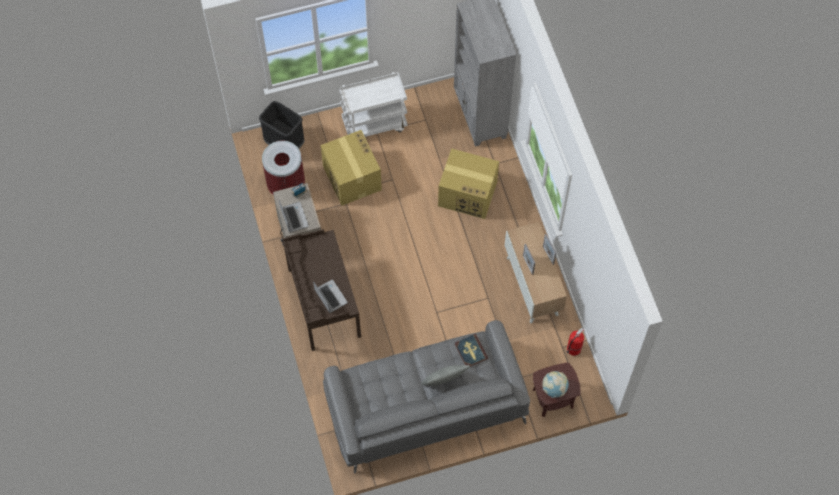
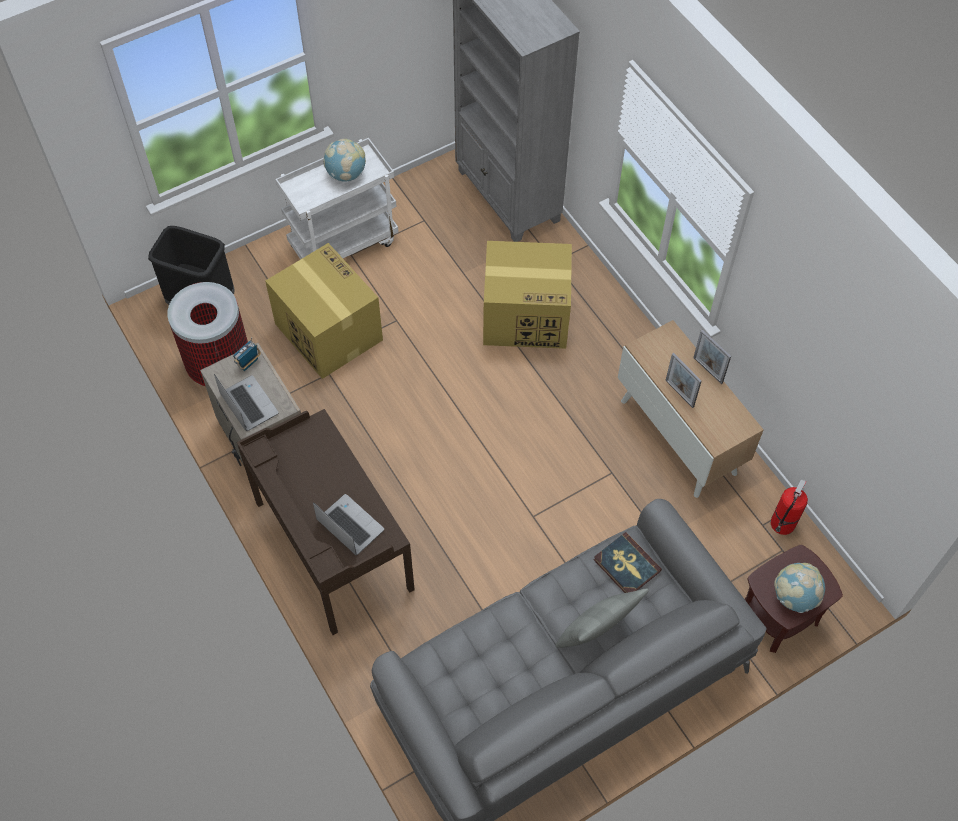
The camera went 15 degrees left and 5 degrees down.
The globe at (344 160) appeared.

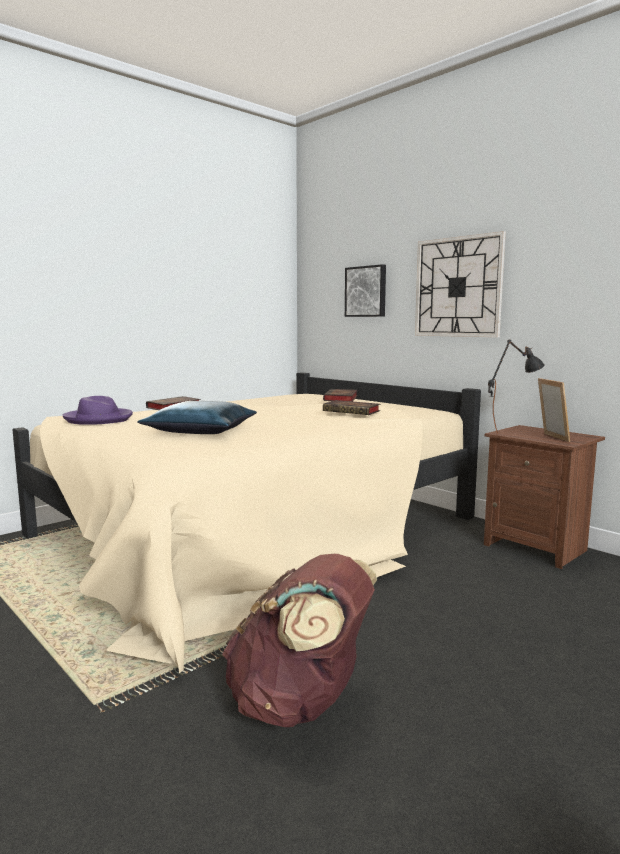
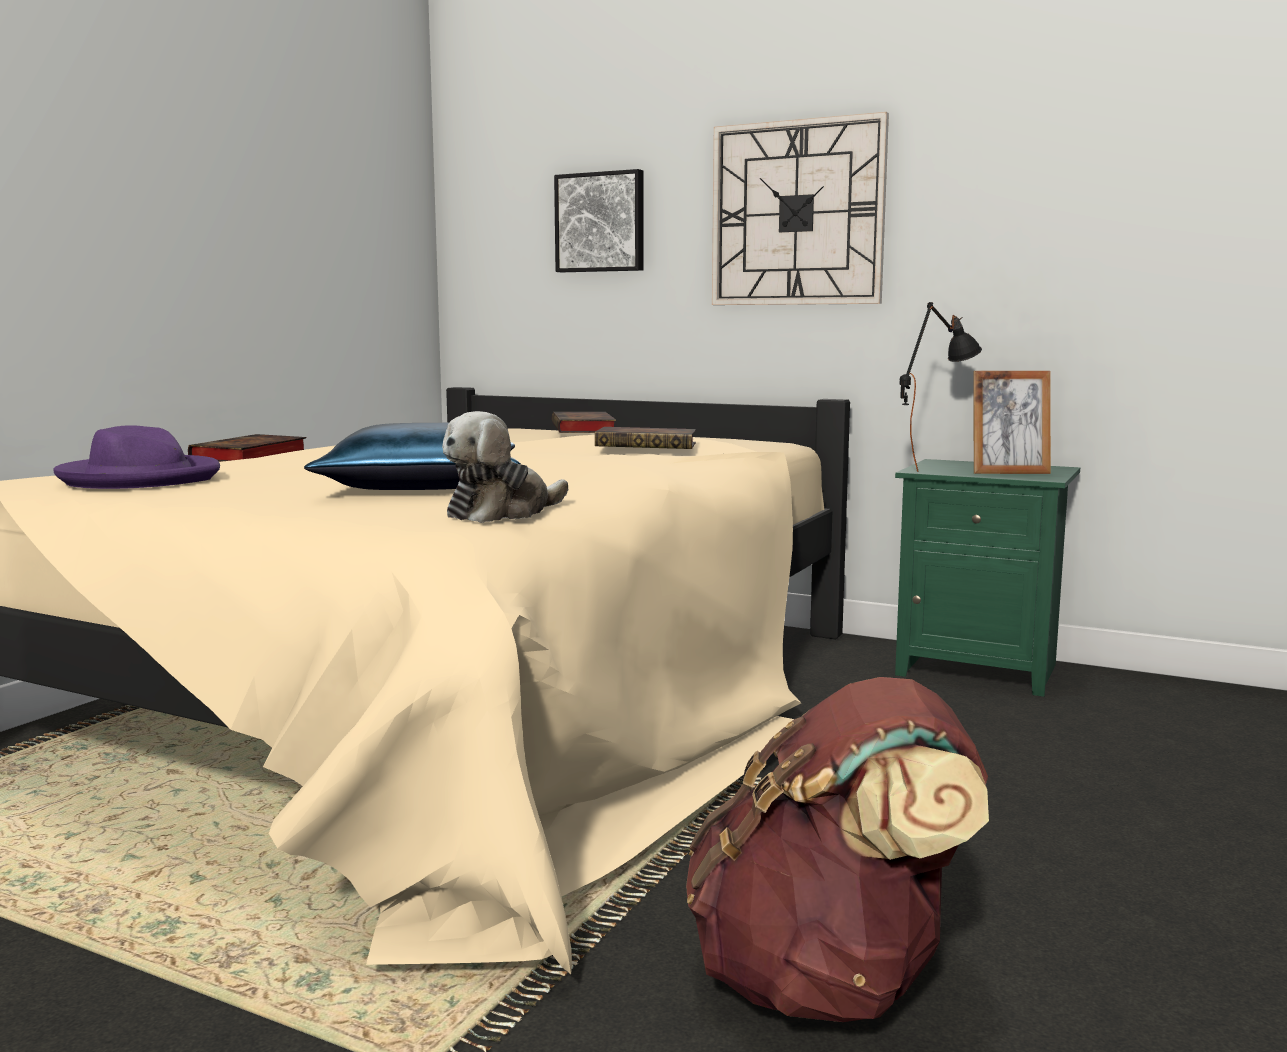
The camera went 20 degrees left and 0 degrees up.
The peluche at (505 467) appeared.
The table de chevet/marron at (544 497) became the table de chevet/vert at (987 578).
The cadre photo at (554 410) turned 120 degrees clockwise.

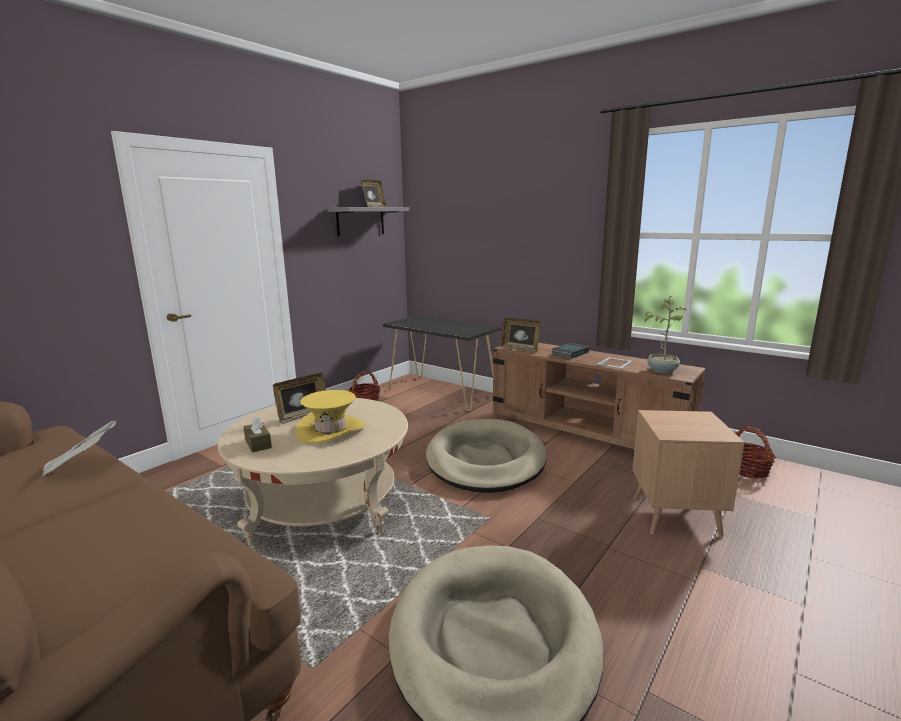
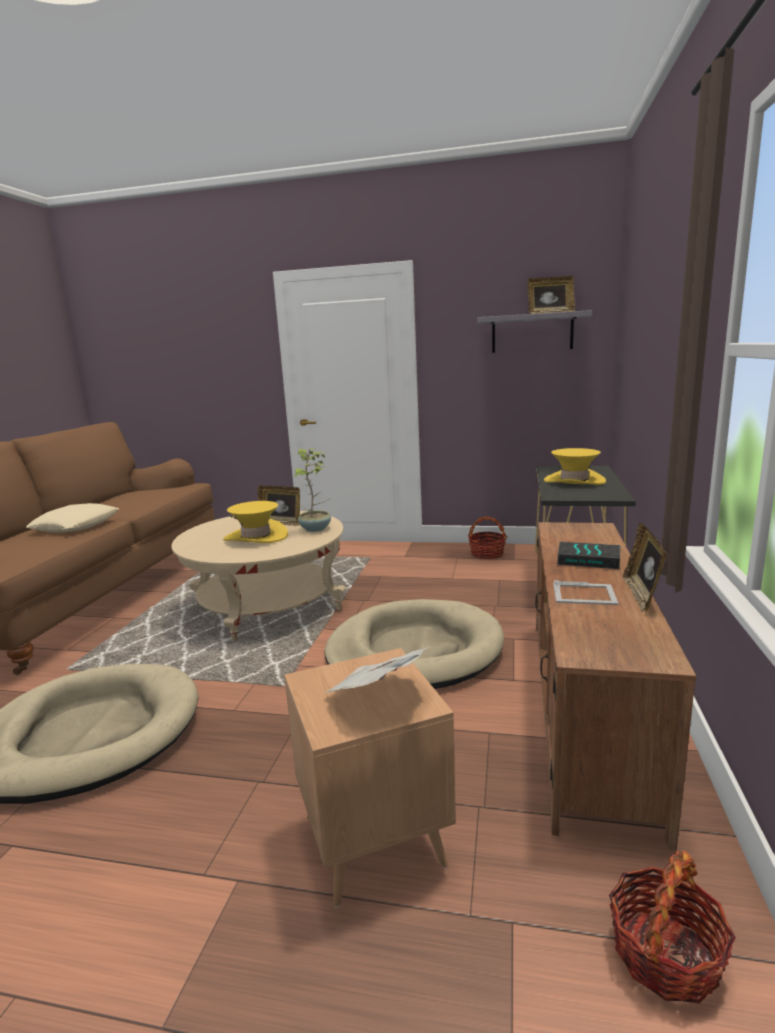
The camera went 65 degrees right and 0 degrees up.
The coussin/beige at (72 518) appeared.
The plante en pot moved from (665 335) to (312 490).
The journal moved from (79 449) to (377 670).
The chapeau/jaune at (575 466) appeared.
The cadre photo moved from (520 334) to (645 567).
The boîte à mouchoirs/marron at (257 434) disappeared.

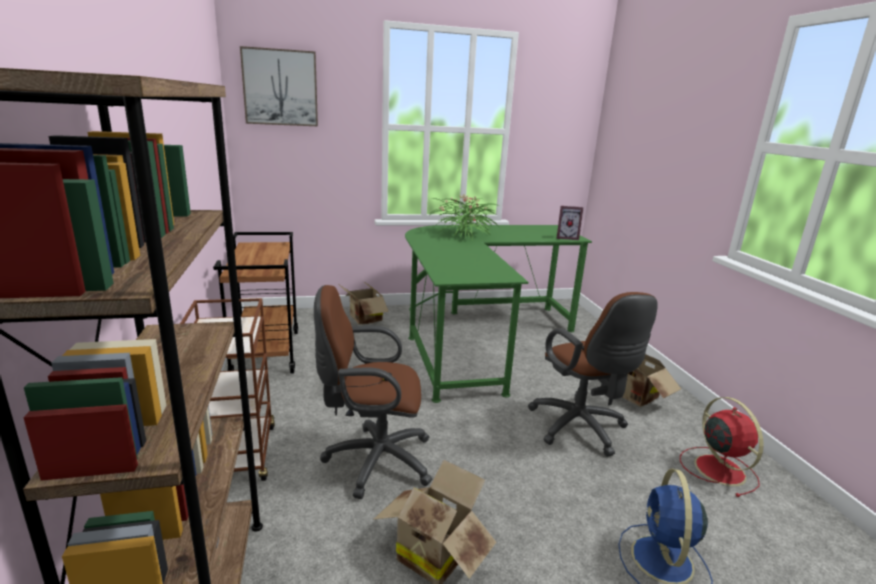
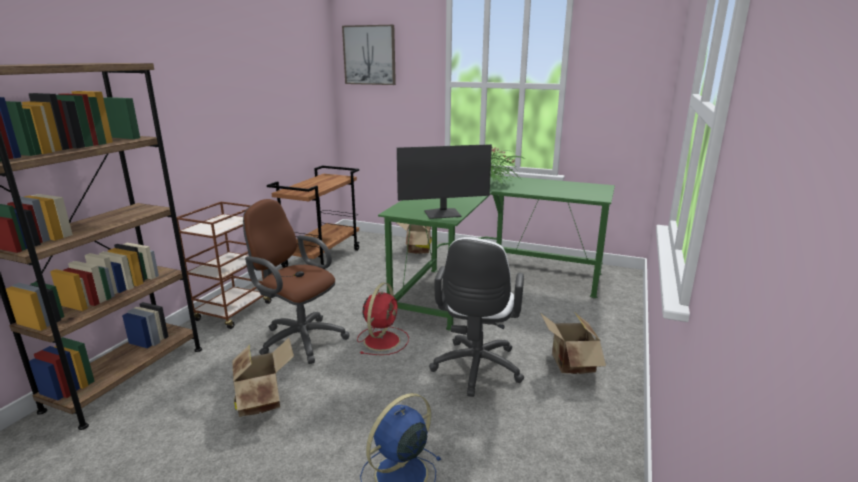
The camera went 35 degrees right and 0 degrees up.
The ventilateur/rouge moved from (722 447) to (383 319).
The écran d'ordinateur at (444 181) appeared.
The chaise de bureau/marron at (593 374) became the chaise de bureau/blanc at (476 317).
The cadre photo at (570 223) disappeared.

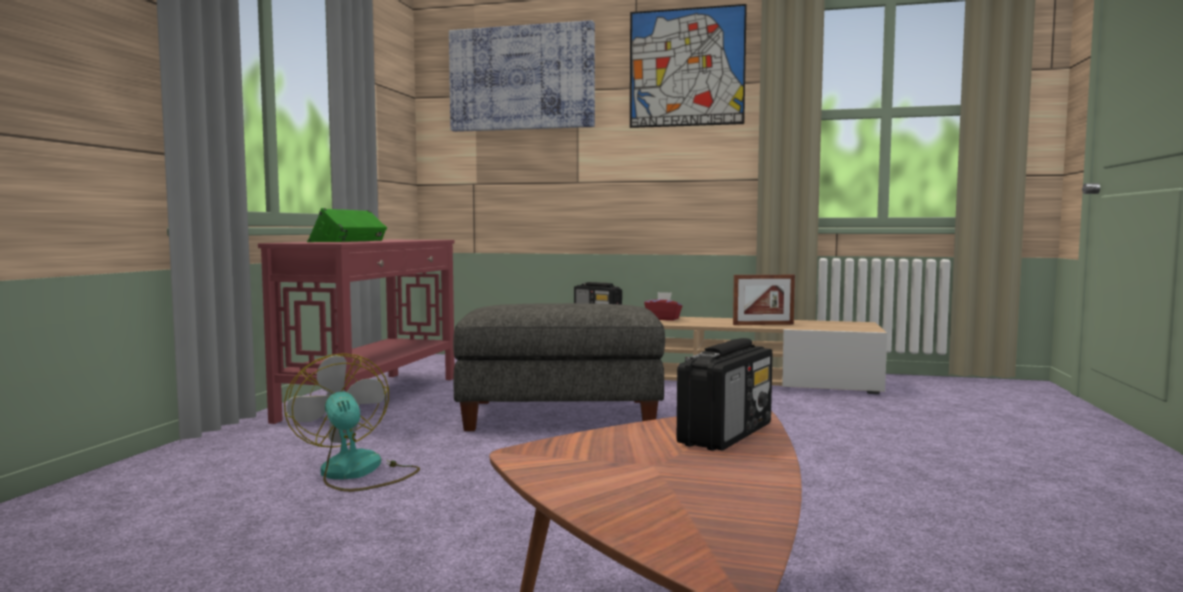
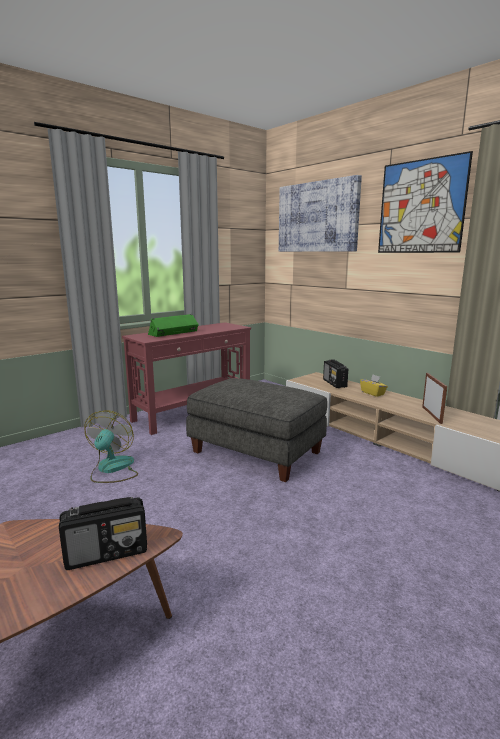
The camera went 35 degrees right and 10 degrees up.
The boîte à mouchoirs/rouge at (663 306) became the boîte à mouchoirs/jaune at (374 385).
The cadre photo at (764 300) turned 120 degrees counterclockwise.

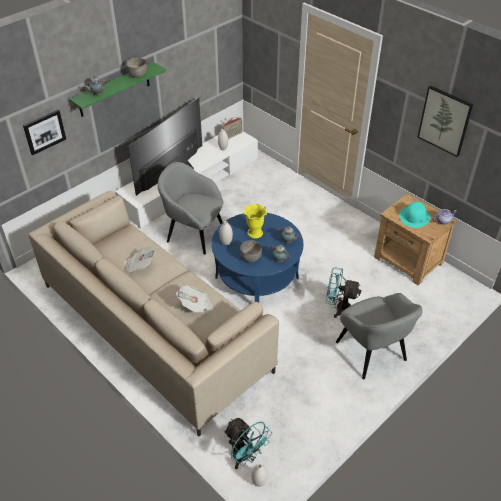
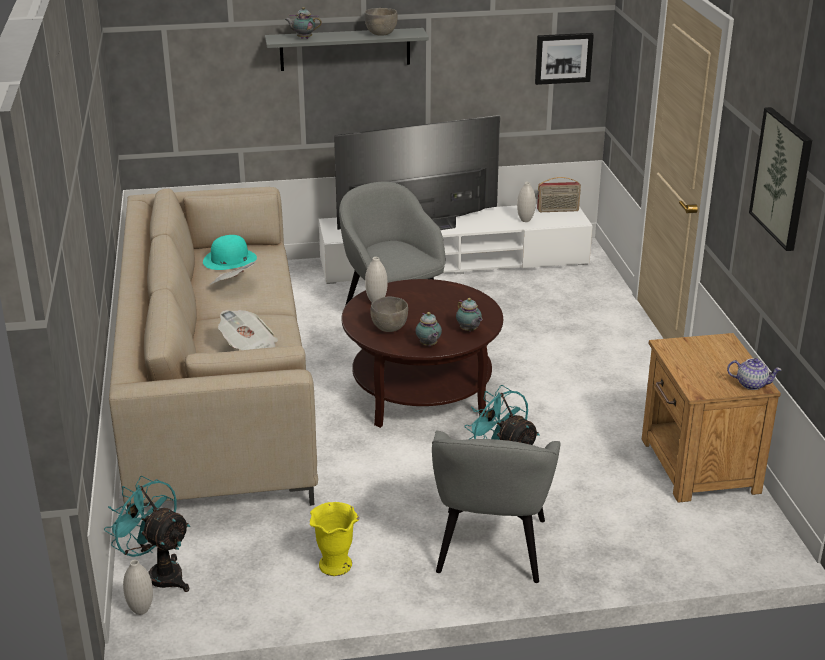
The camera went 35 degrees right and 15 degrees down.
The ventilateur/turquoise at (248 443) turned 135 degrees clockwise.
The chapeau/turquoise moved from (415 215) to (230 252).
The étagère/vert at (117 89) became the étagère/gris at (347 49).
The vase/jaune moved from (255 221) to (334 539).
The table basse/bleu at (257 258) became the table basse/marron at (422 353).
The tableau moved from (44 132) to (564 59).

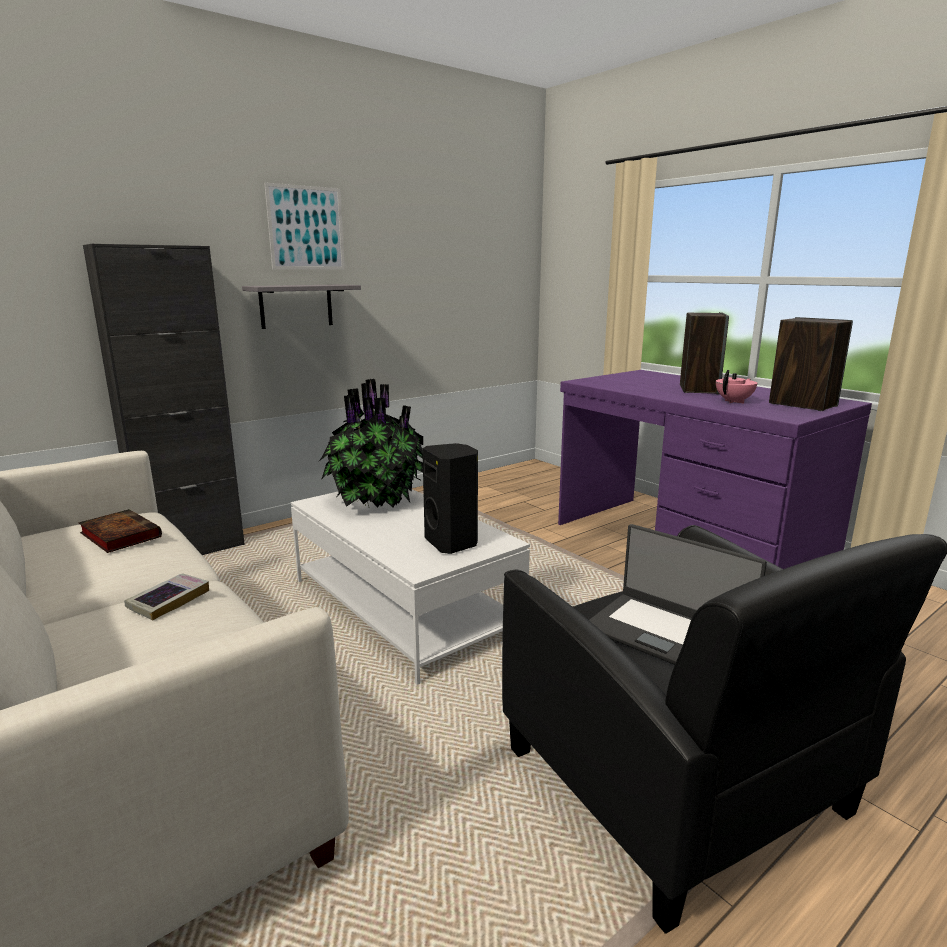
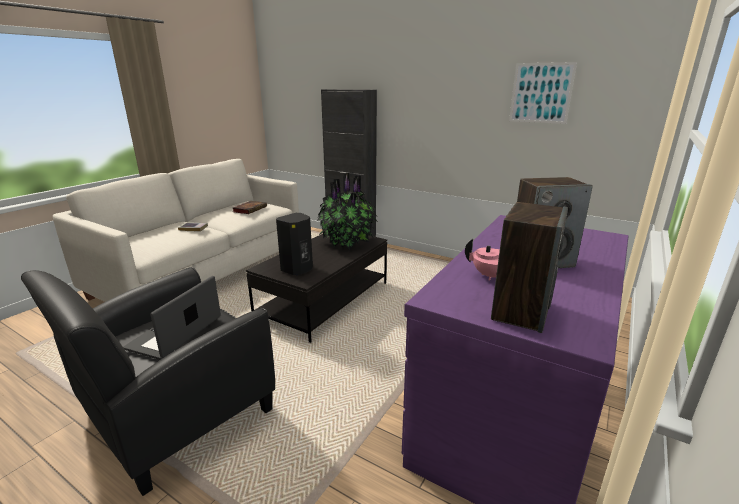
The camera went 70 degrees right and 5 degrees up.
The table basse/blanc at (410 587) became the table basse/noir at (316 288).
The tableau moved from (304 226) to (543 93).
The étagère/gris at (301 306) disappeared.

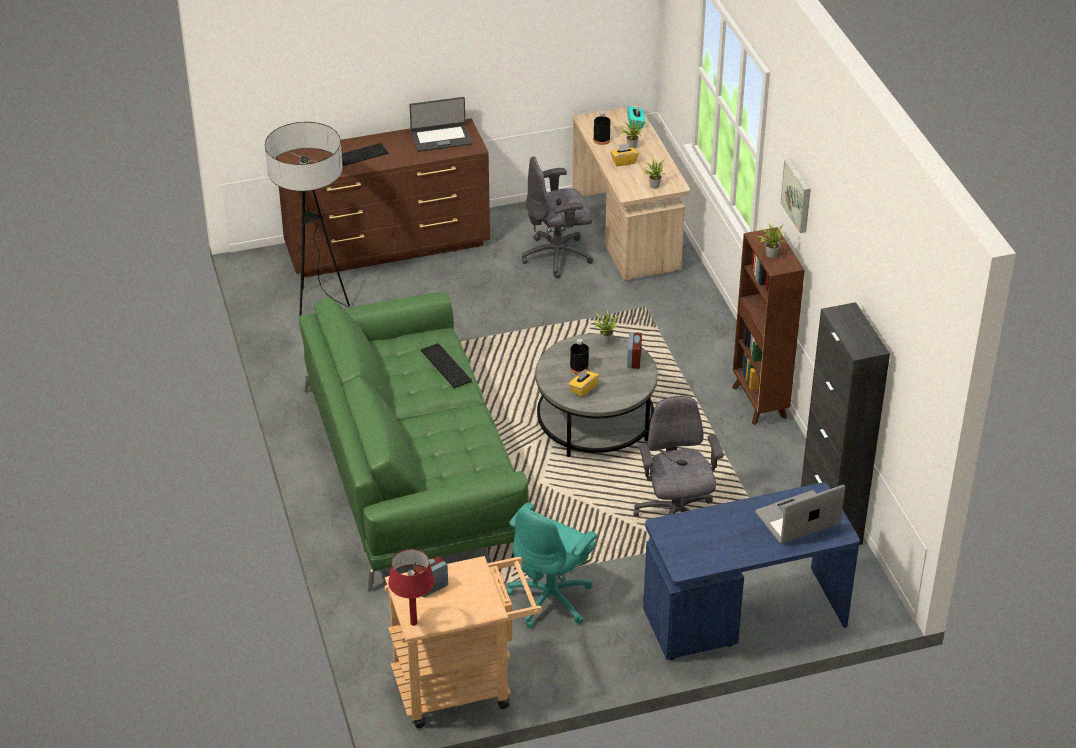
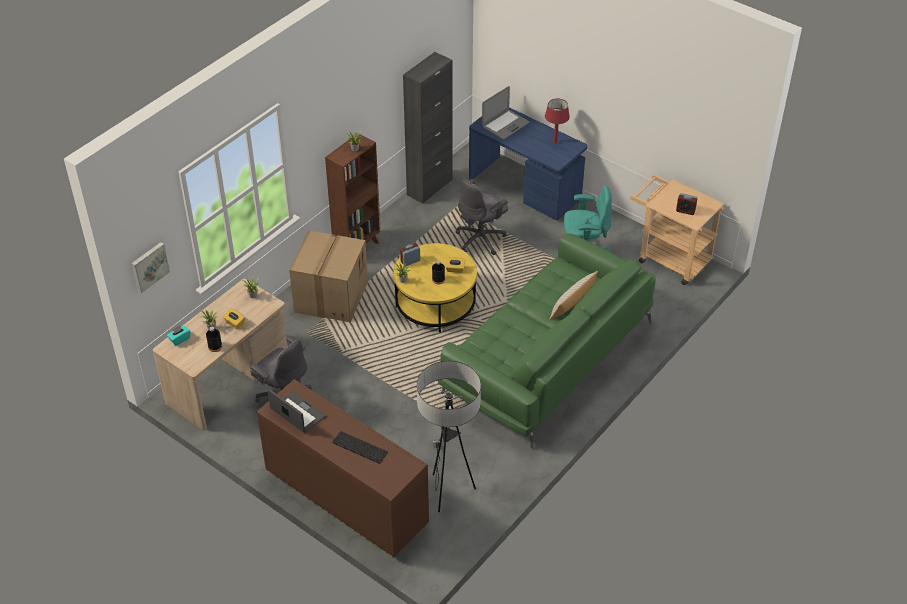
The camera went 125 degrees left and 5 degrees up.
The tableau moved from (795 196) to (150 267).
The carton at (328 276) appeared.
The table basse/gris at (596 395) became the table basse/jaune at (435 288).
The ordinateur portable at (800 514) turned 75 degrees counterclockwise.
The lampe de table/rouge moved from (411 587) to (557 121).
The coussin/beige at (573 295) appeared.
The clavier at (446 365) disappeared.

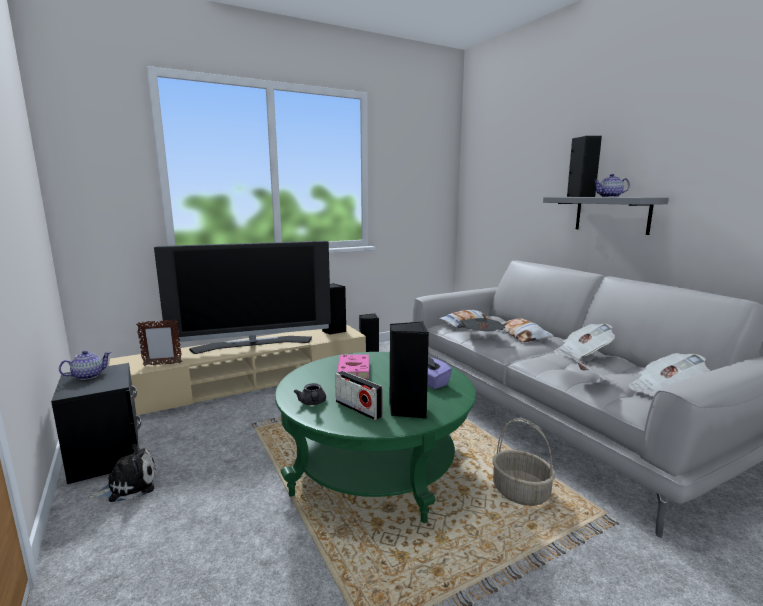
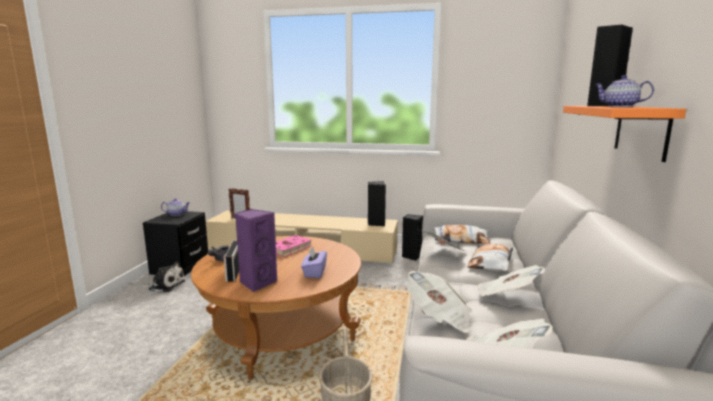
The camera went 40 degrees right and 0 degrees up.
The table basse/vert at (375 437) became the table basse/marron at (276 308).
The enceinte/noir at (409 370) became the enceinte/violet at (256 250).
The étagère/gris at (606 216) became the étagère/orange at (624 134).
The téléviseur at (242 297) disappeared.

